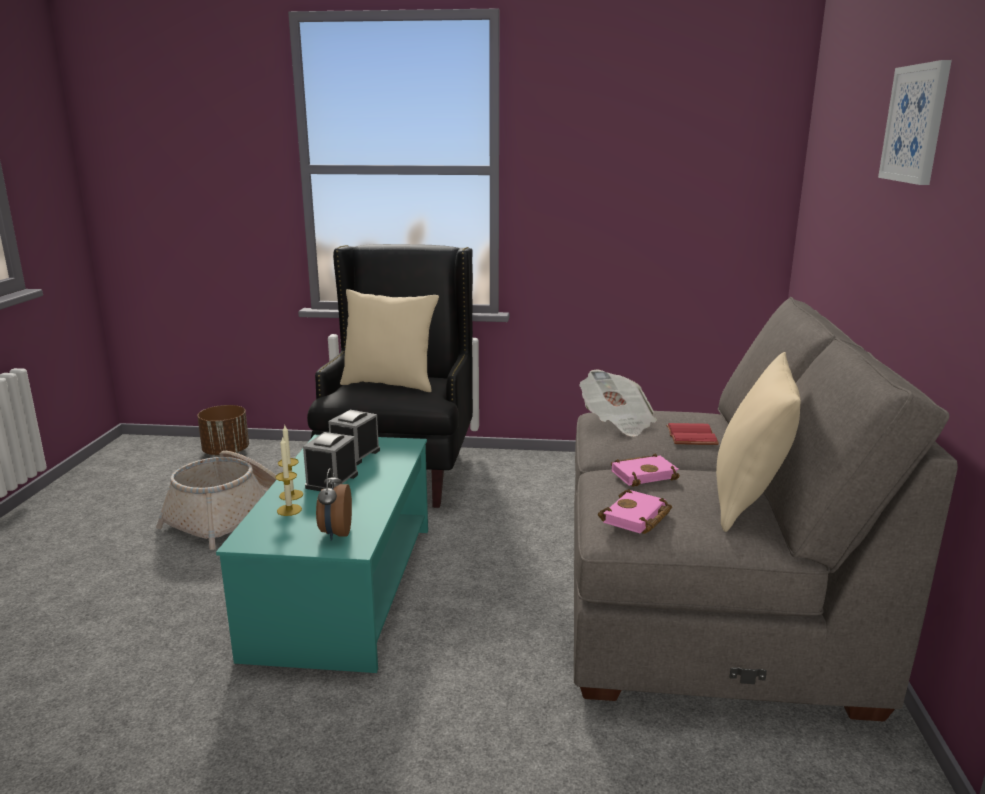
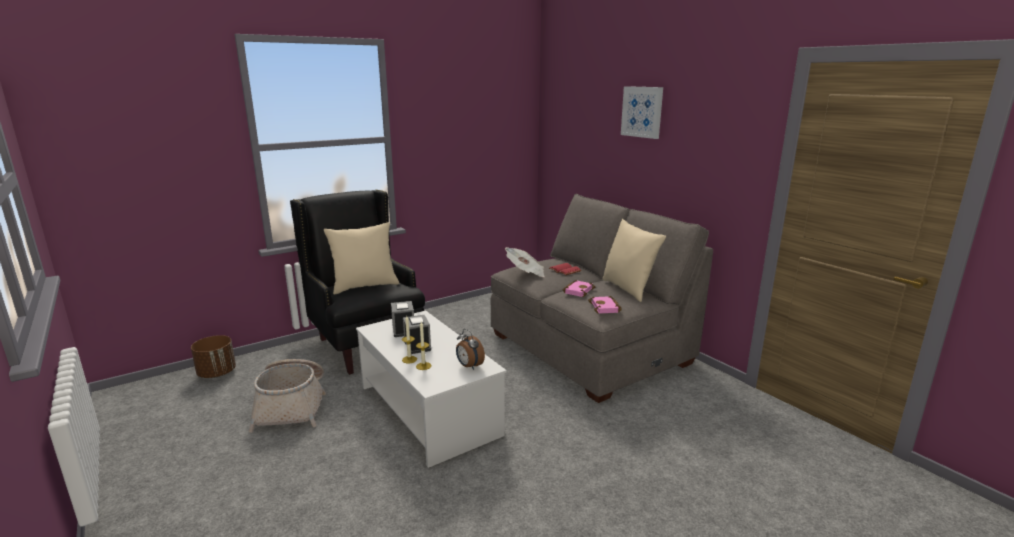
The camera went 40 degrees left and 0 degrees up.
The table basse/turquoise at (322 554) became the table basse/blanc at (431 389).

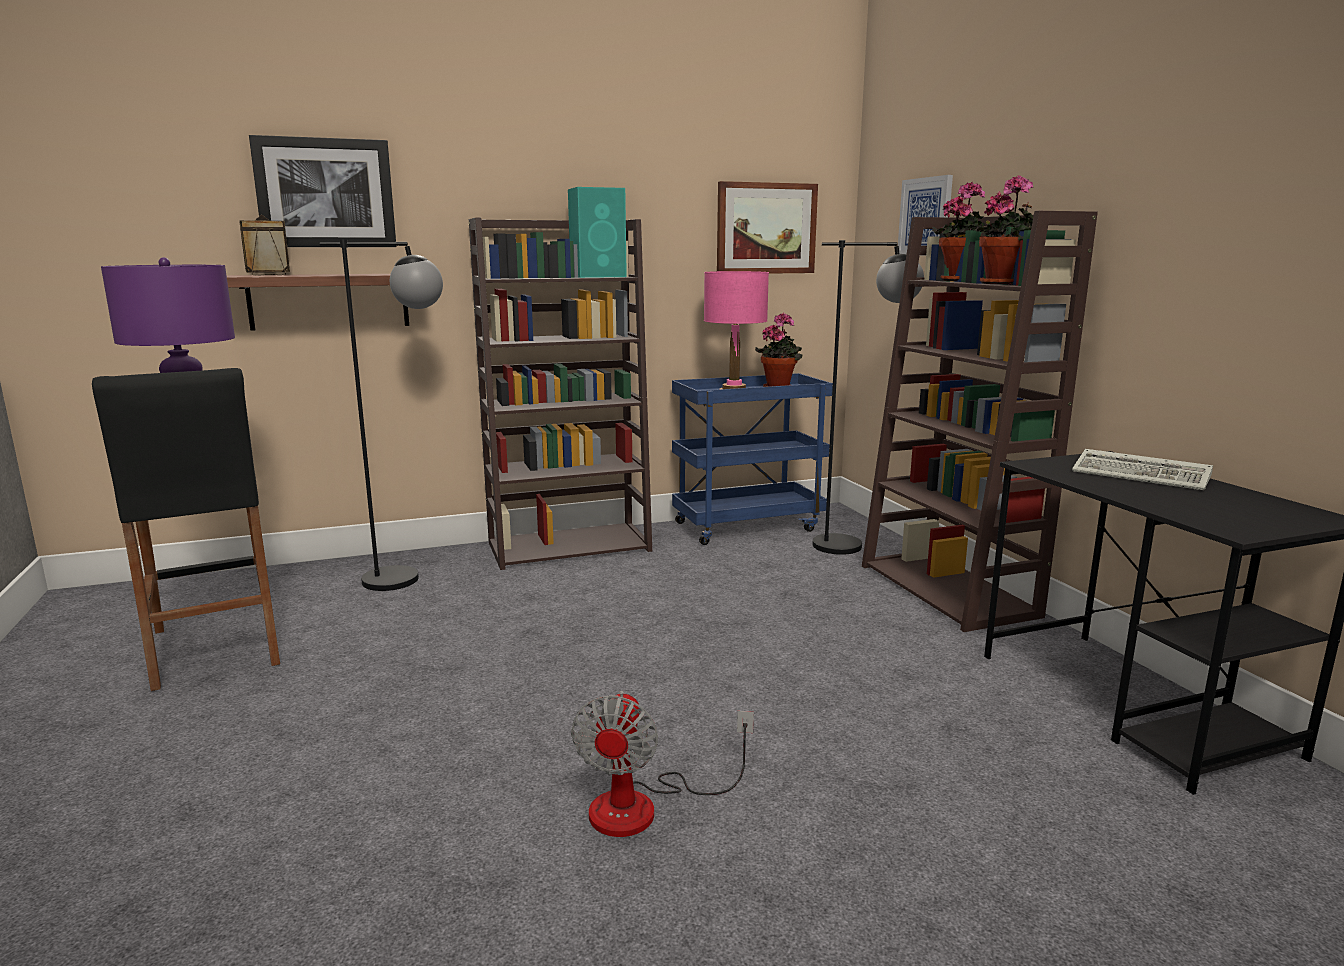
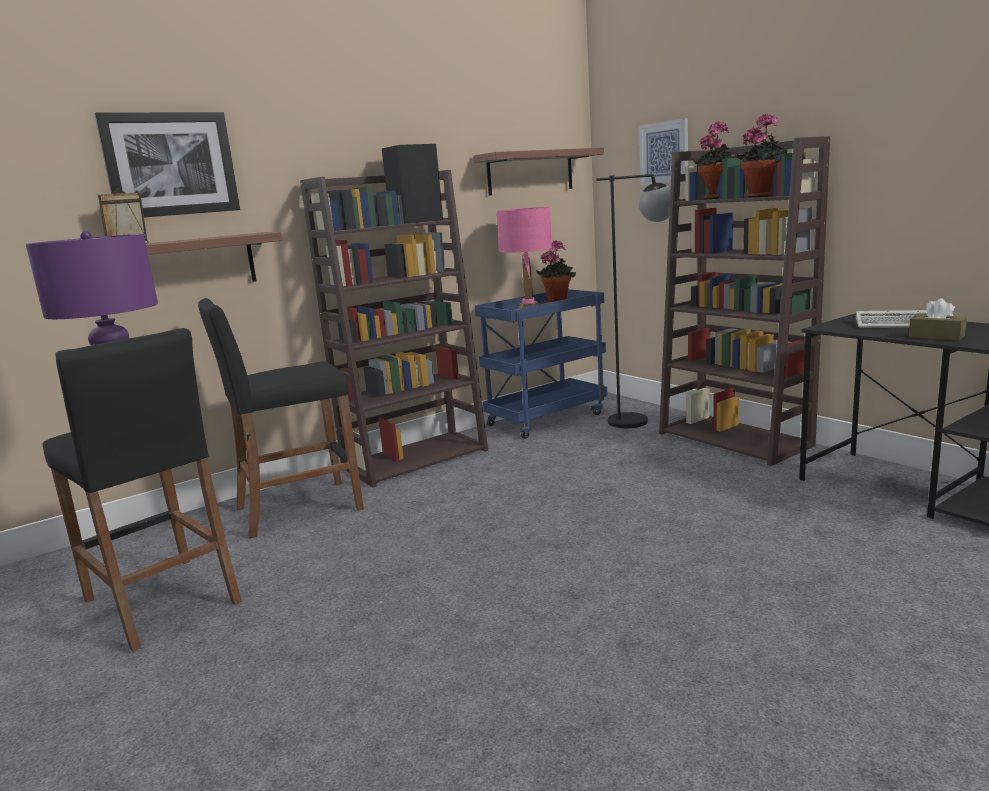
The camera went 15 degrees left and 0 degrees up.
The lampadaire/noir at (381 415) was replaced by the tabouret/noir at (281 418).
The enceinte/turquoise at (597 232) became the enceinte/noir at (412 184).
The tableau at (767 227) was replaced by the étagère at (539 171).
The boîte à mouchoirs/marron at (938 319) appeared.
The ventilateur at (662 764) disappeared.

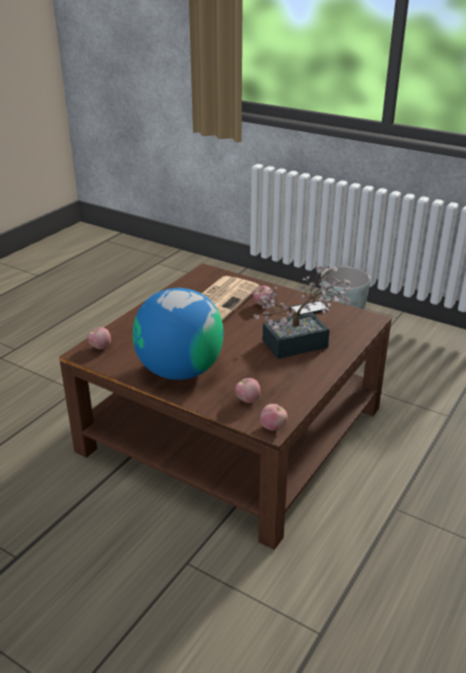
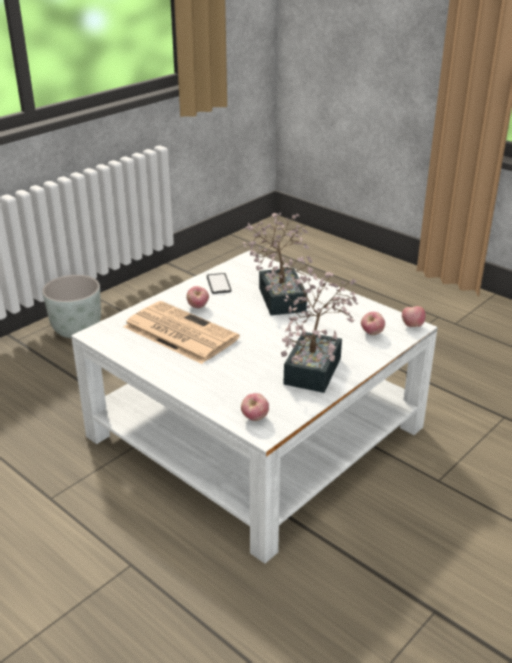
The camera went 80 degrees left and 0 degrees up.
The table basse/marron at (225 406) became the table basse/blanc at (254 407).
The globe at (178 334) was replaced by the plante en pot at (320 332).

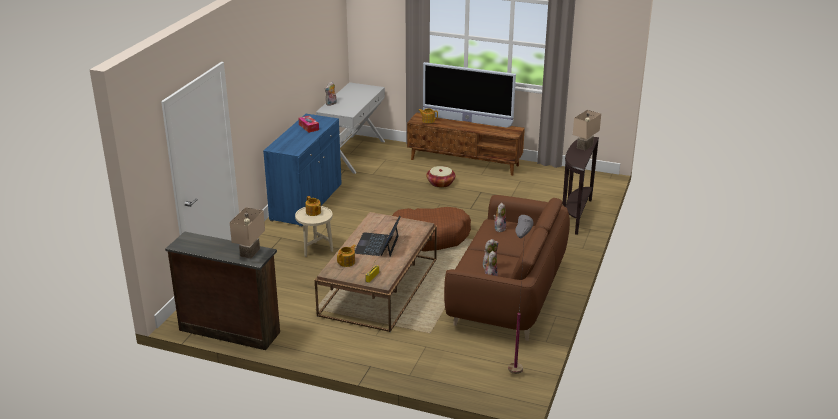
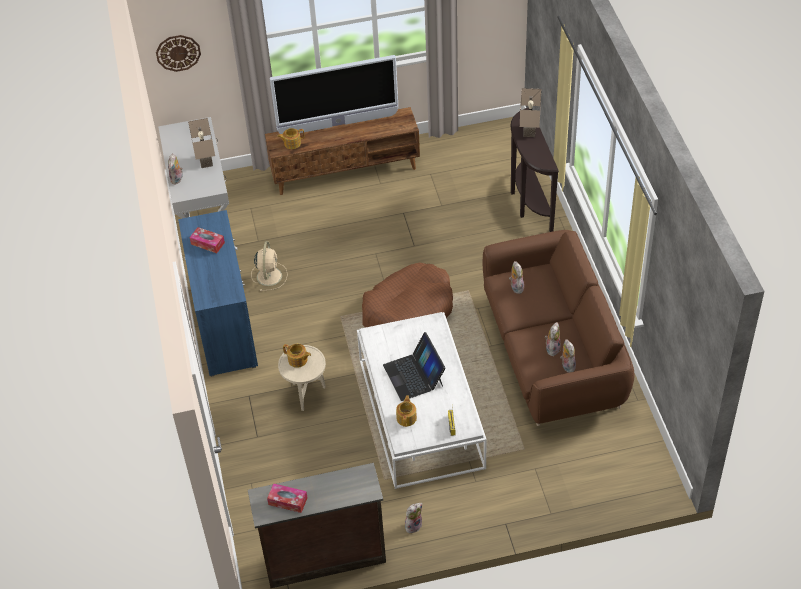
The camera went 30 degrees left and 20 degrees up.
The horloge murale at (178 53) appeared.
The lampe de table/beige moved from (247 233) to (201 143).
The ventilateur/beige at (269 266) appeared.
The boîte à mouchoirs at (287 498) appeared.
The table basse/marron at (376 272) became the table basse/blanc at (422 400).
The peluche at (413 518) appeared.
The panier at (440 177) disappeared.
The lampadaire/gris at (520 294) disappeared.

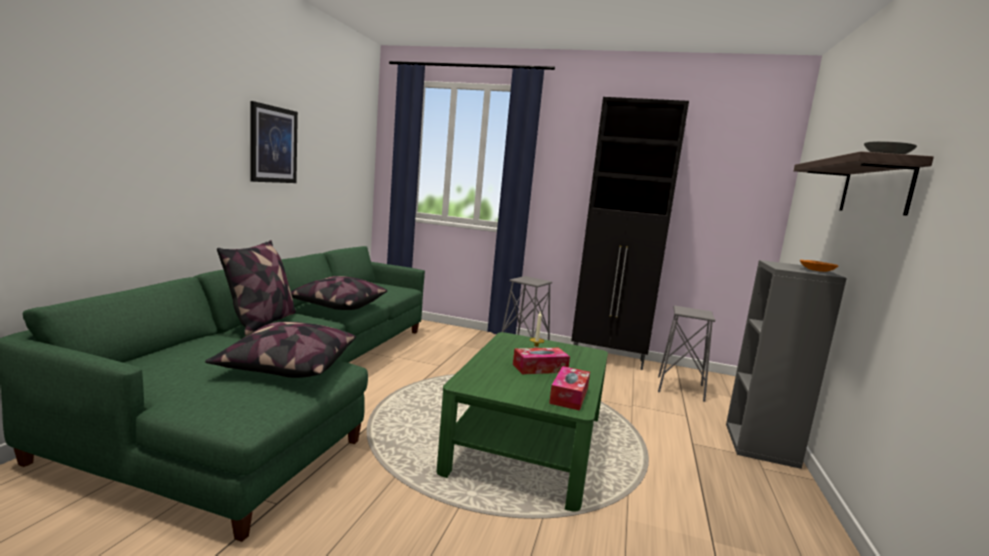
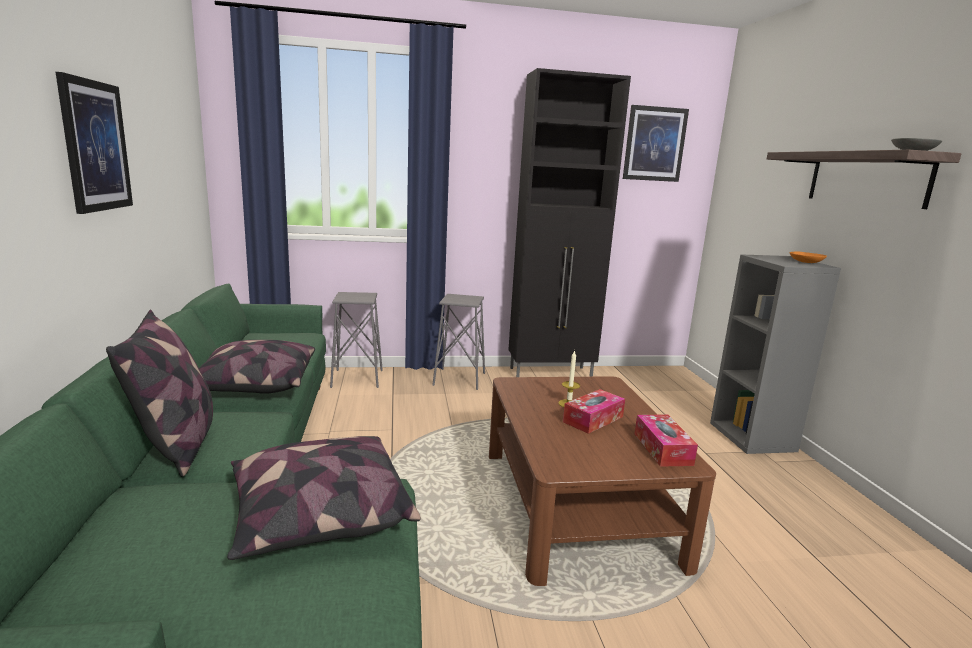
The camera went 25 degrees left and 5 degrees up.
The tabouret/gris moved from (686 353) to (356 340).
The table basse/vert at (522 422) became the table basse/marron at (602 481).
The tableau at (656 143) appeared.

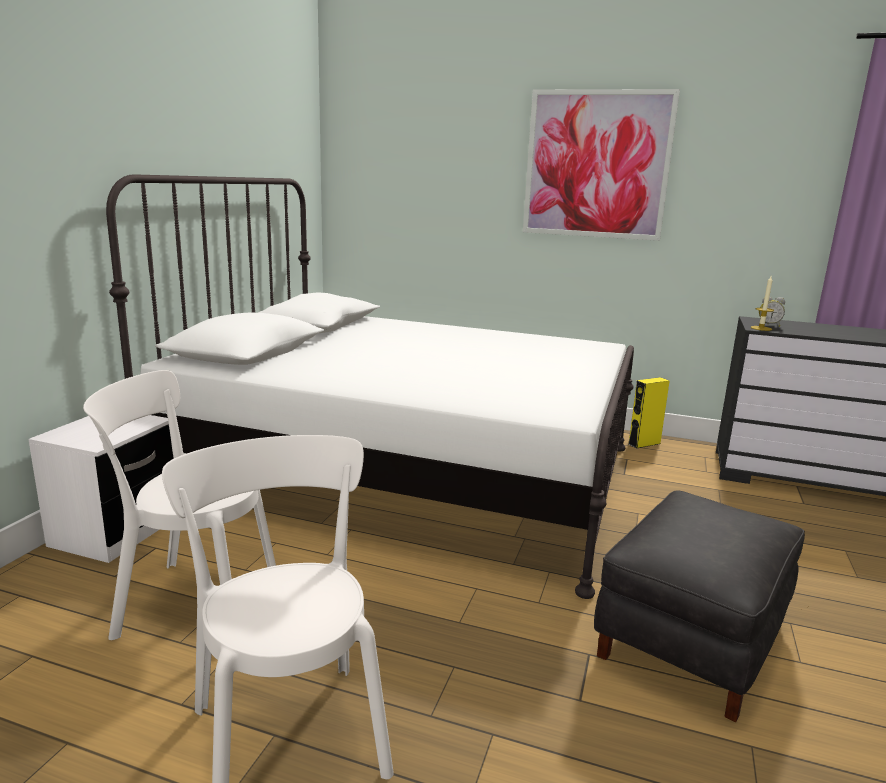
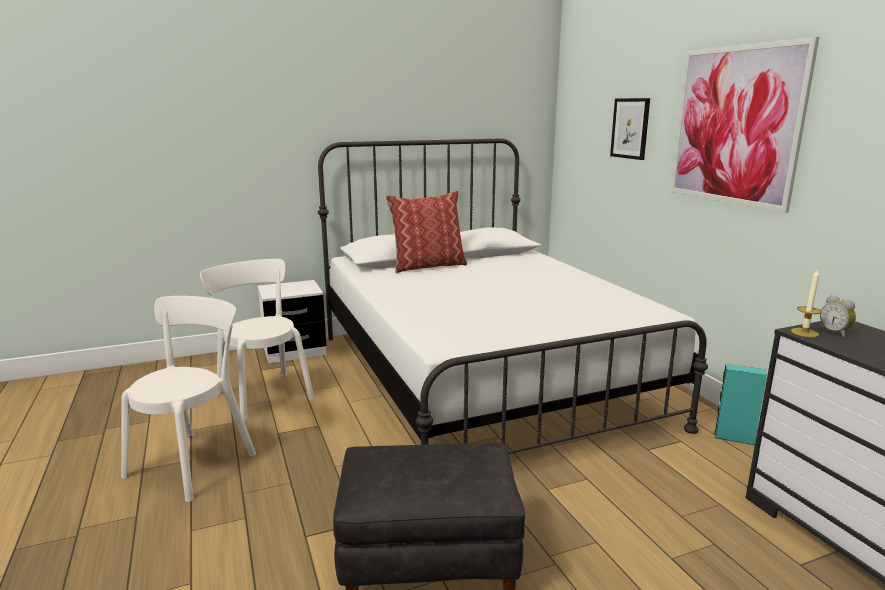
The camera went 50 degrees right and 0 degrees up.
The coussin at (426 232) appeared.
The tableau at (630 129) appeared.
The enceinte/jaune at (649 412) became the enceinte/turquoise at (740 404).

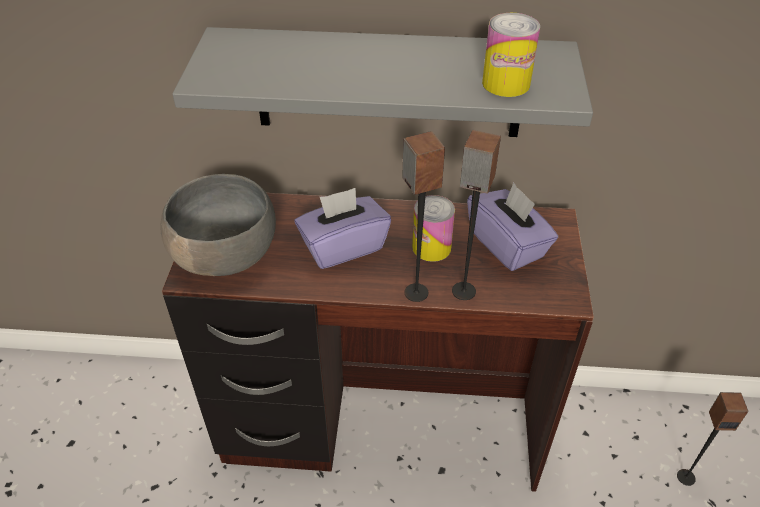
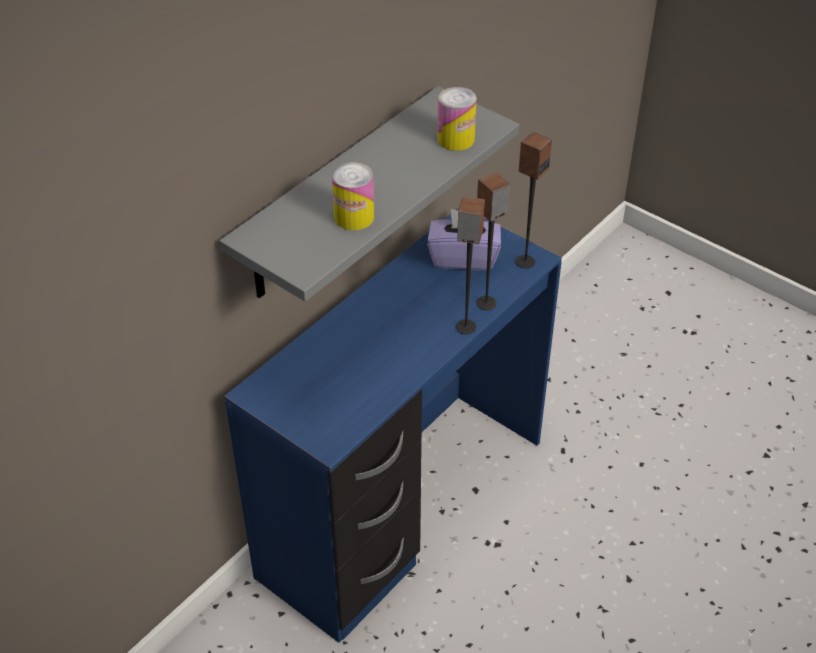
The camera went 55 degrees left and 0 degrees up.
The bureau/marron at (378 342) became the bureau/bleu at (393 425).
The boîte métallique moved from (433 228) to (353 196).
The enceinte moved from (712 439) to (534 200).
The bol/gris at (218 225) disappeared.
The boîte à mouchoirs/violet at (342 228) disappeared.

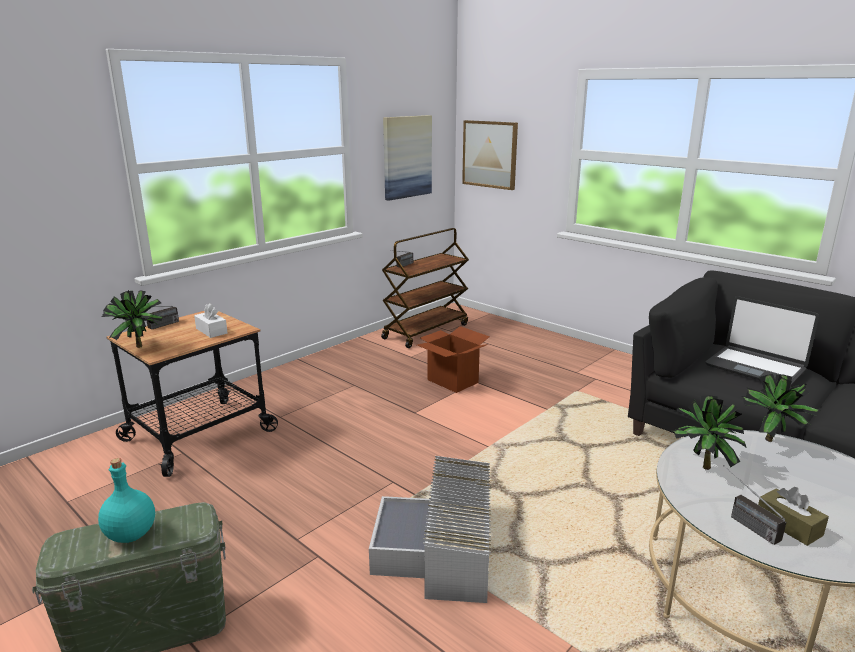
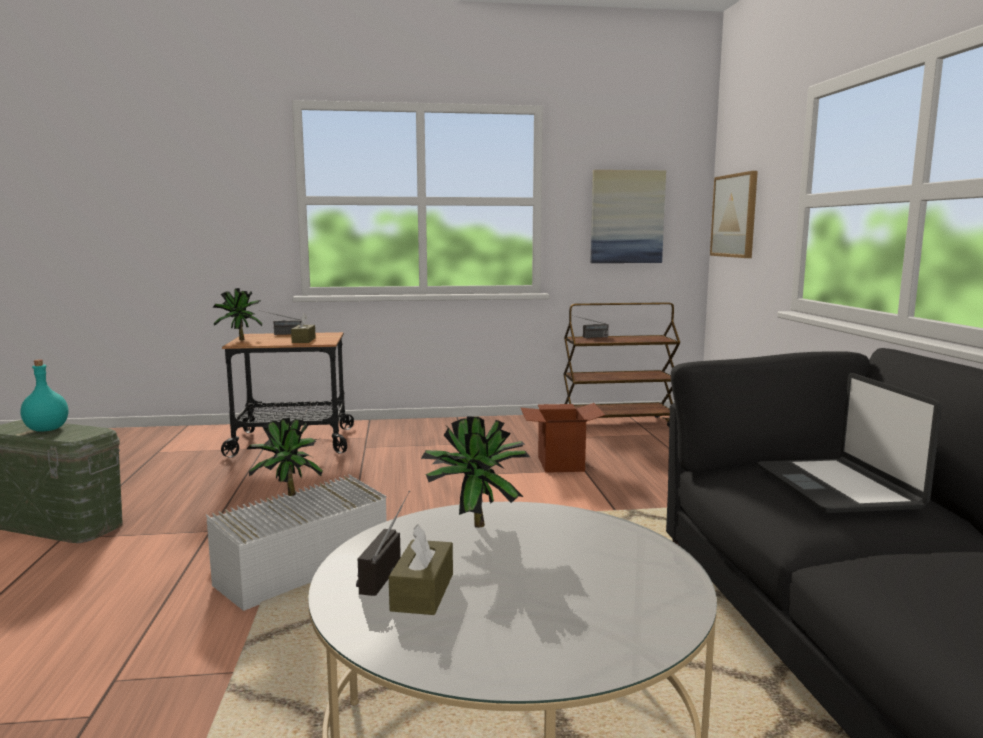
The camera went 40 degrees right and 10 degrees down.
The plante en pot moved from (780 408) to (285 457).
The boîte à mouchoirs/blanc at (211 320) became the boîte à mouchoirs/marron at (303 328).

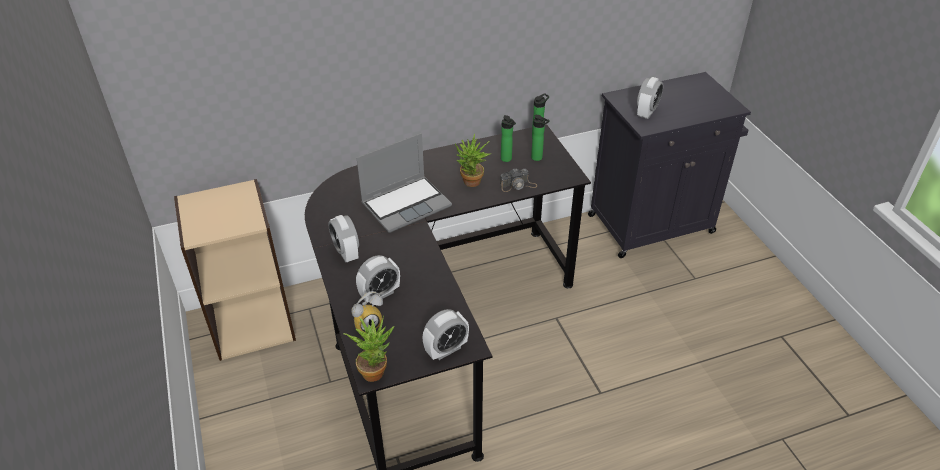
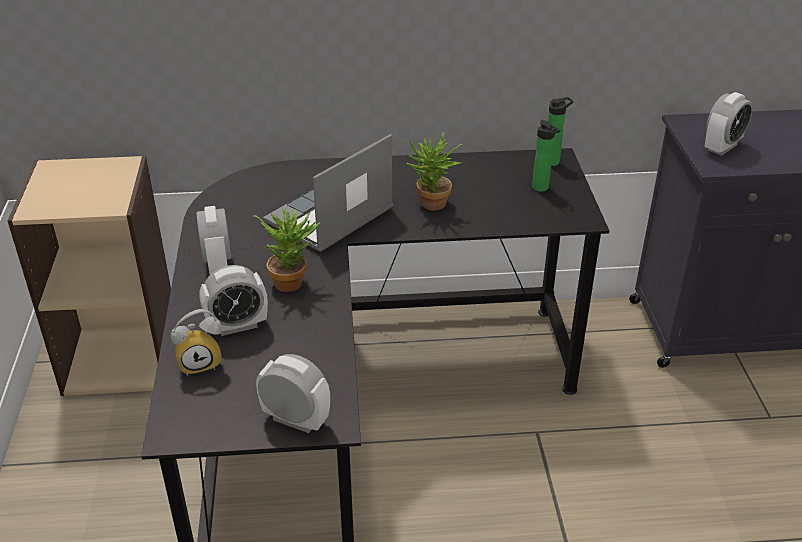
The camera went 15 degrees right and 5 degrees down.
The plante en pot moved from (368 349) to (287 250).
The réveil at (445 334) turned 135 degrees counterclockwise.
The ordinateur portable at (404 183) turned 150 degrees clockwise.
The appareil photo at (518 180) disappeared.
The bouteille at (508 138) disappeared.

